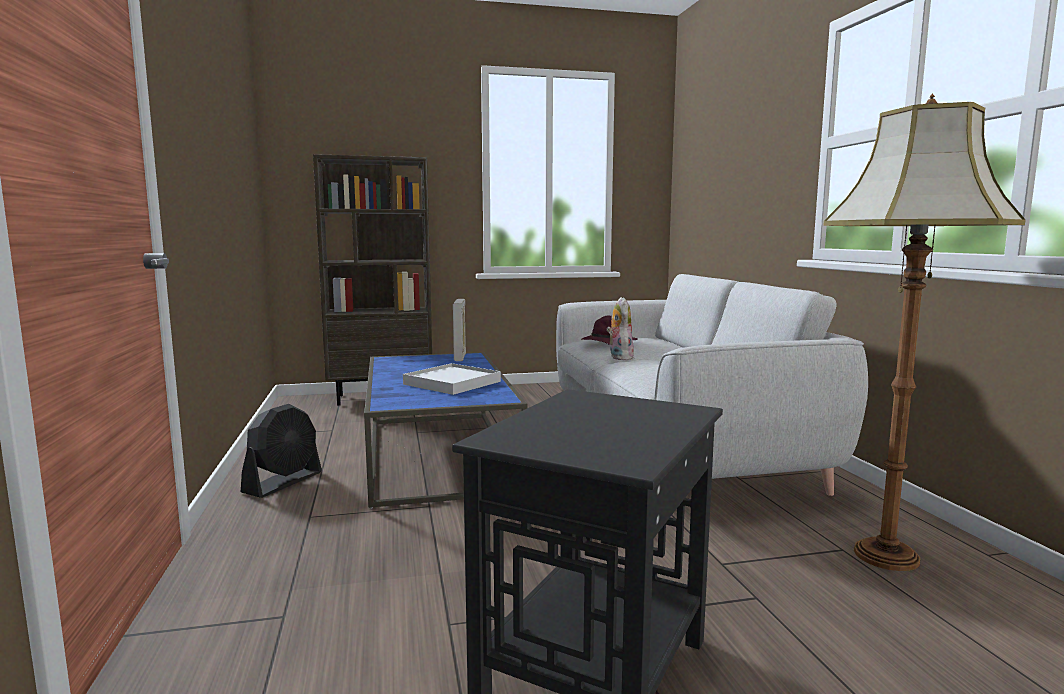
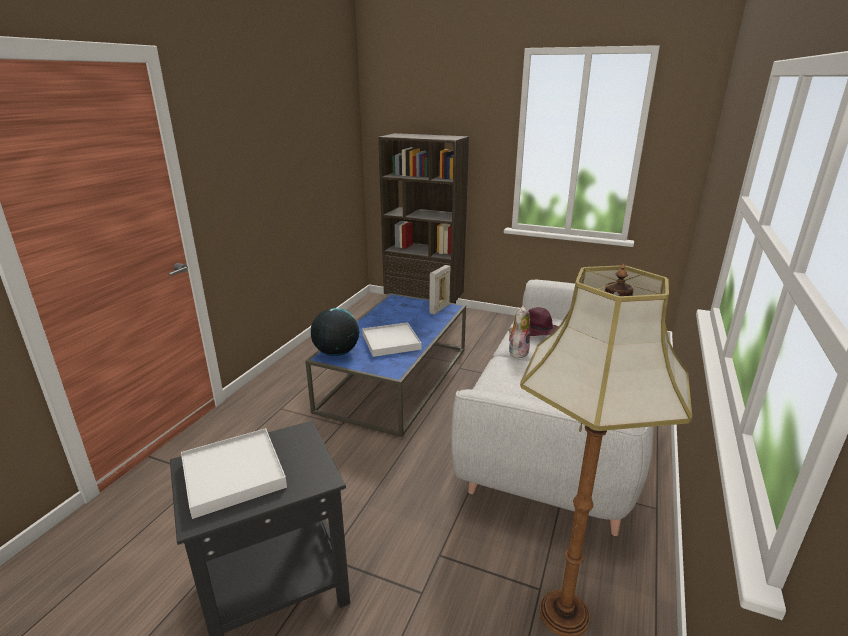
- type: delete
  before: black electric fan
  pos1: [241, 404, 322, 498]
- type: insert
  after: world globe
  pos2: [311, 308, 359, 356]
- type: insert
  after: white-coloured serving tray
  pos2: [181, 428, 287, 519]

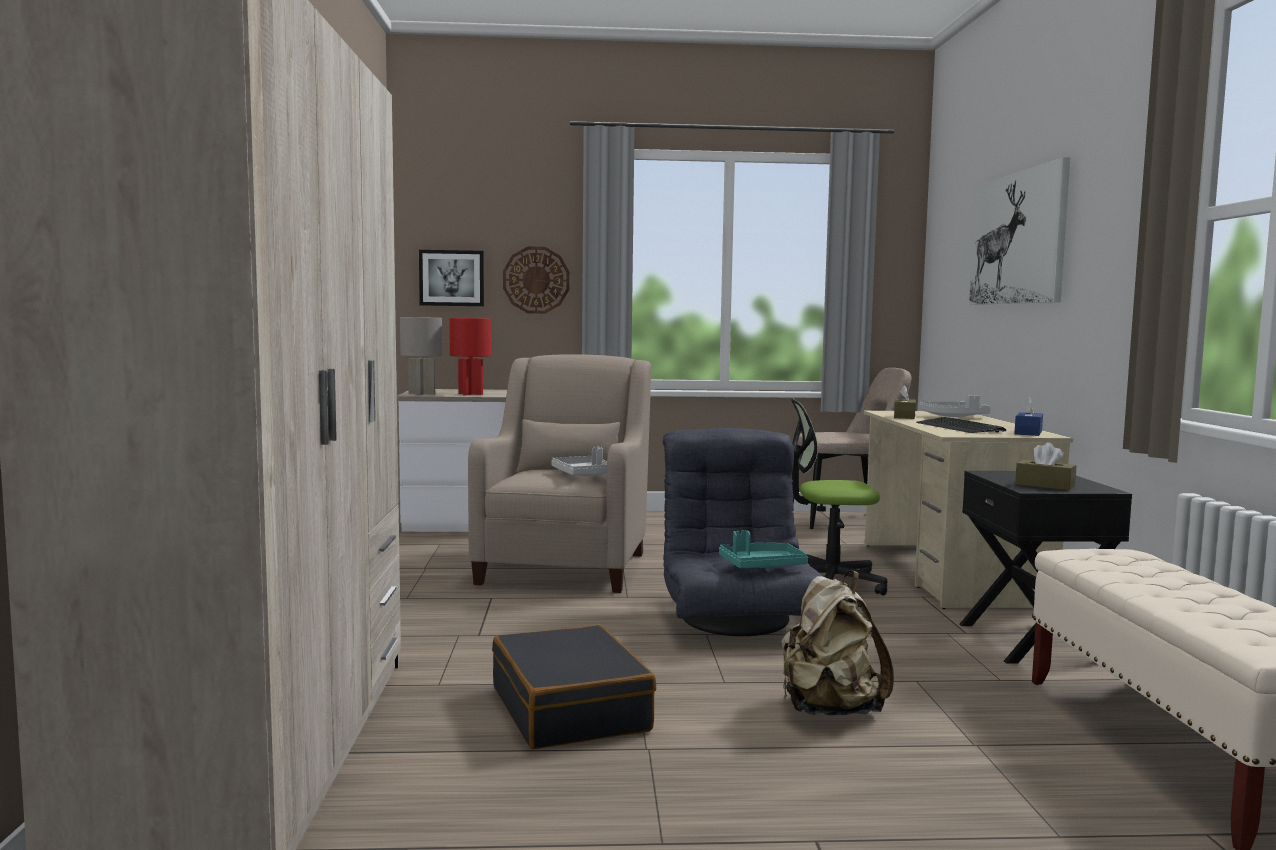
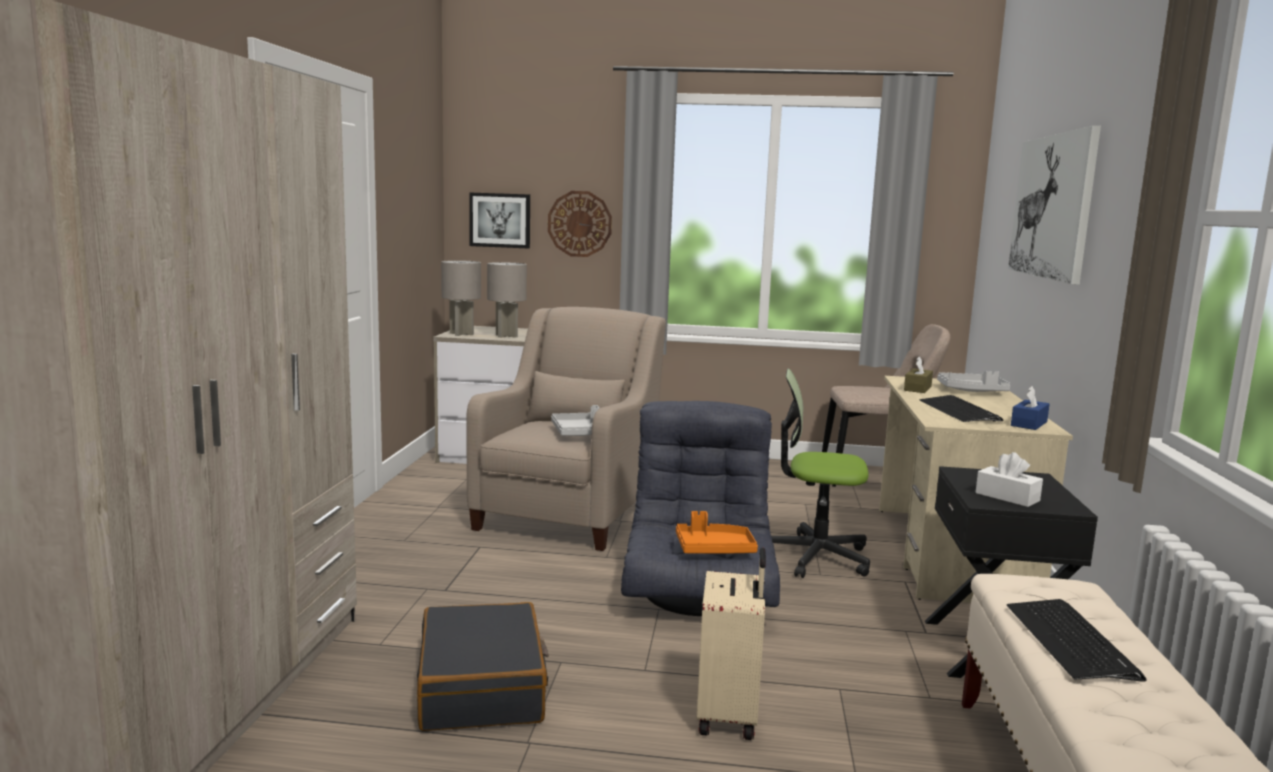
- type: recolor
  before: red lamp for a table
  after: grey lamp for a table
  pos1: [449, 318, 491, 395]
  pos2: [487, 262, 527, 338]
- type: recolor
  before: brownish tissue holder
  after: white-coloured tissue holder
  pos1: [1015, 442, 1076, 491]
  pos2: [975, 452, 1043, 507]
- type: recolor
  before: turquoise serving tray
  after: orangey serving tray
  pos1: [719, 530, 808, 568]
  pos2: [676, 511, 758, 554]
- type: replace
  before: beige rucksack
  after: beige travel case
  pos1: [781, 571, 894, 716]
  pos2: [697, 548, 766, 740]
- type: insert
  after: computer keyboard
  pos2: [1007, 599, 1147, 682]

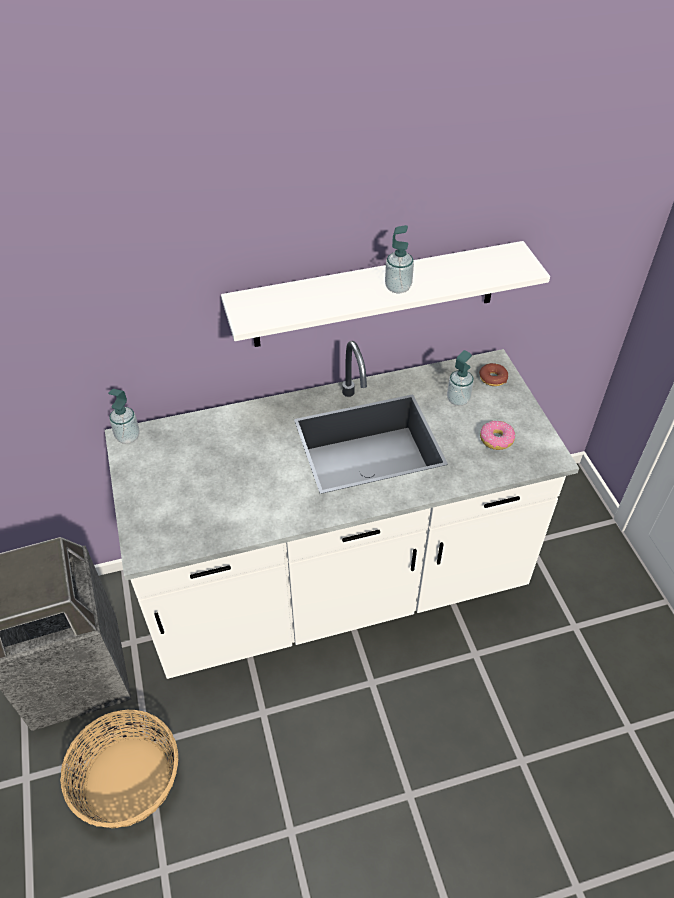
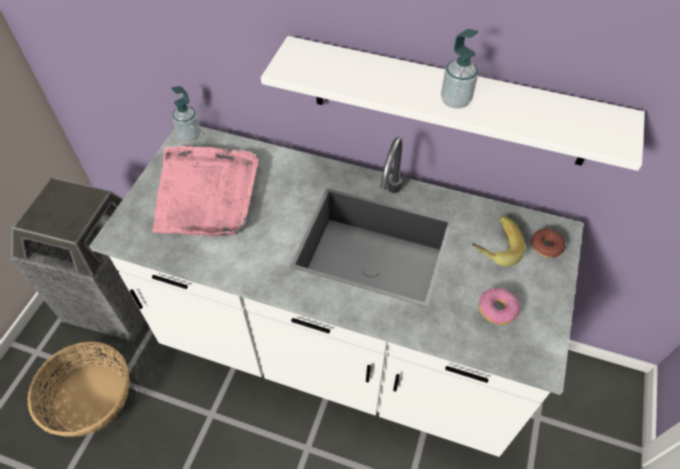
- type: replace
  before: liquid soap bottle
  after: banana
  pos1: [447, 350, 474, 406]
  pos2: [472, 216, 525, 267]
- type: insert
  after: pinkish serving tray
  pos2: [152, 146, 259, 236]

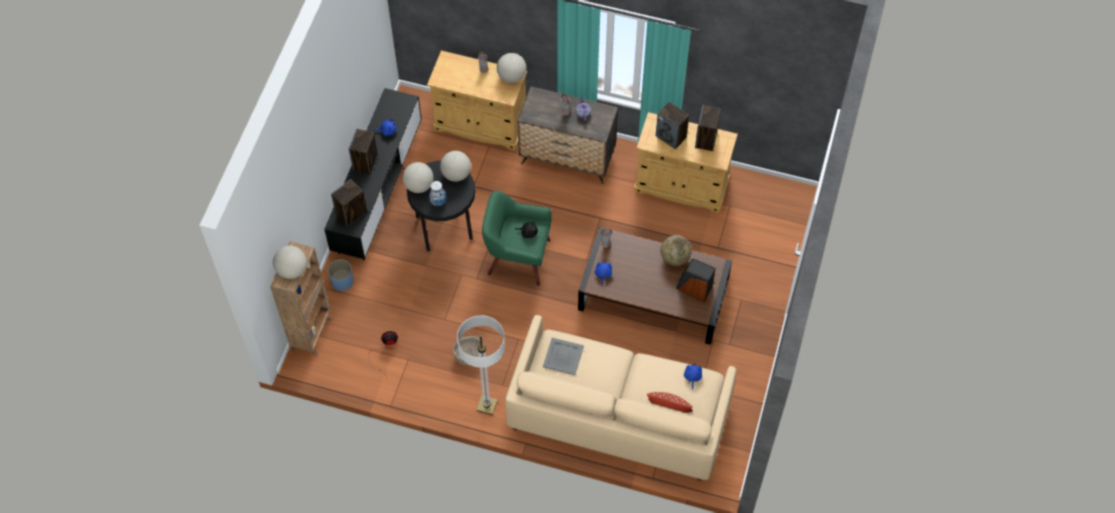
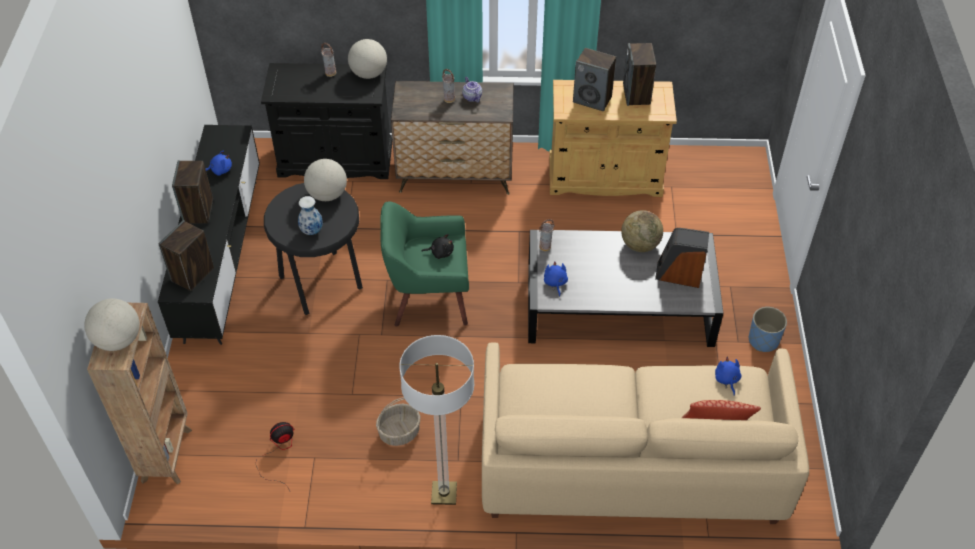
- type: recolor
  before: beige cupboard
  after: black cupboard
  pos1: [427, 50, 527, 151]
  pos2: [261, 63, 392, 179]
- type: delete
  before: world globe
  pos1: [402, 162, 434, 193]
- type: recolor
  before: brownish lounge table
  after: grey lounge table
  pos1: [578, 227, 732, 345]
  pos2: [528, 230, 724, 347]
- type: move
  before: blue flower pot
  pos1: [328, 259, 354, 291]
  pos2: [749, 307, 787, 352]
- type: delete
  before: grey serving tray
  pos1: [543, 338, 584, 375]

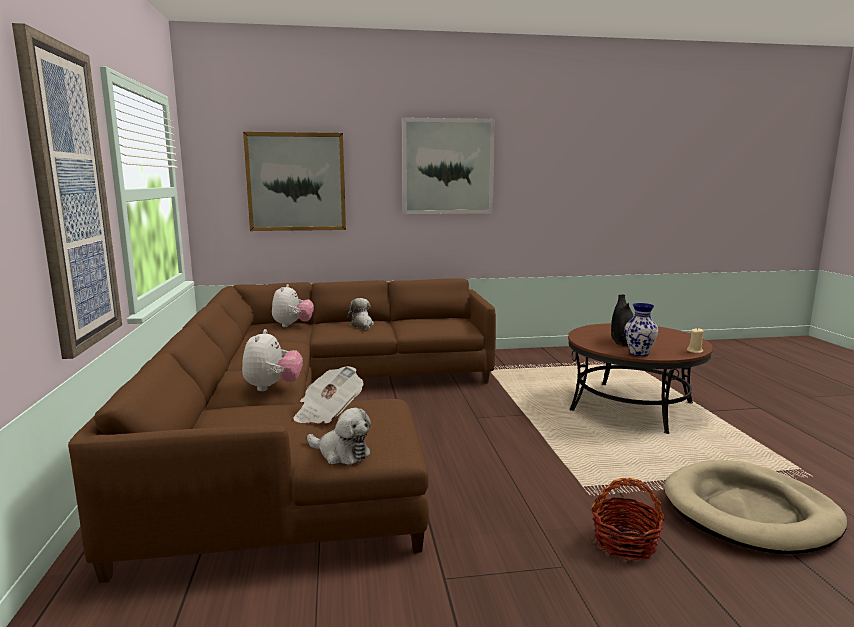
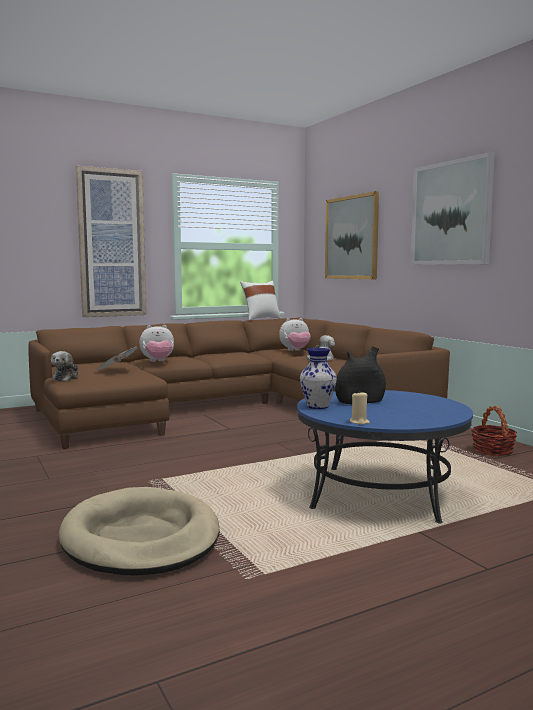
- type: recolor
  before: brownish lounge table
  after: blue lounge table
  pos1: [568, 323, 713, 434]
  pos2: [297, 390, 473, 523]
- type: move
  before: basket
  pos1: [591, 478, 665, 561]
  pos2: [471, 406, 517, 456]
- type: insert
  after: white-coloured throw pillow
  pos2: [240, 281, 281, 321]

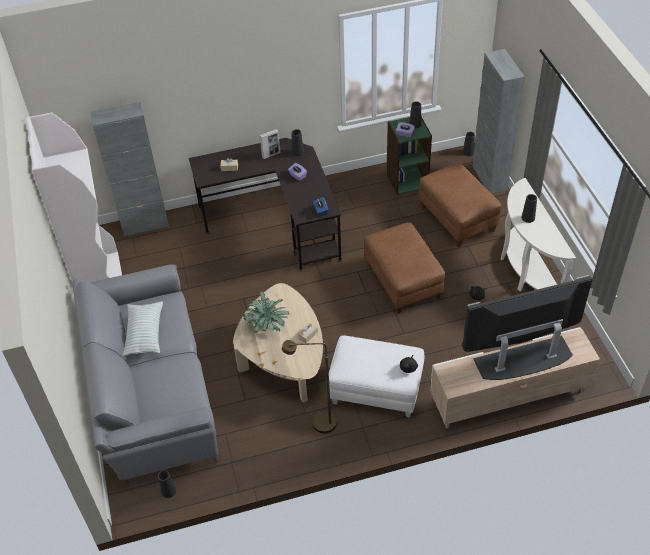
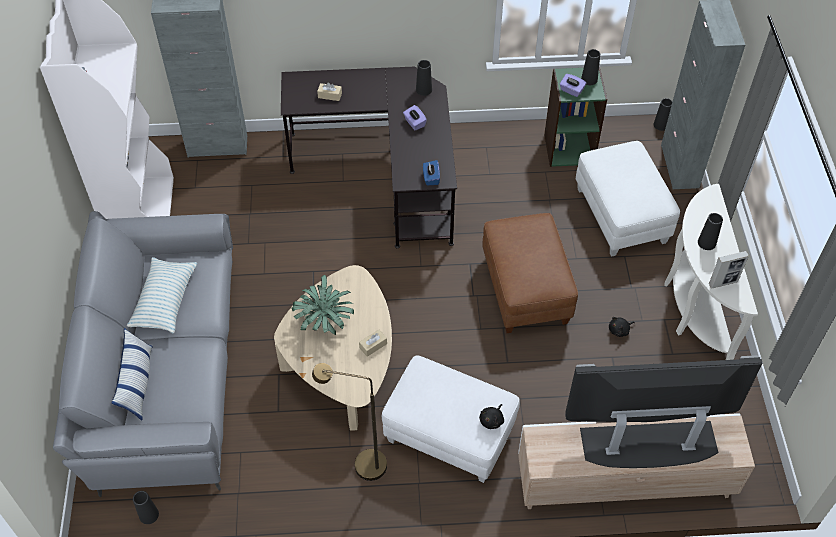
- type: move
  before: photo frame
  pos1: [260, 129, 280, 159]
  pos2: [709, 251, 749, 288]
- type: recolor
  before: brownish pouffe
  after: white-coloured pouffe
  pos1: [419, 163, 501, 248]
  pos2: [576, 141, 680, 257]
- type: insert
  after: throw pillow
  pos2: [111, 328, 153, 421]

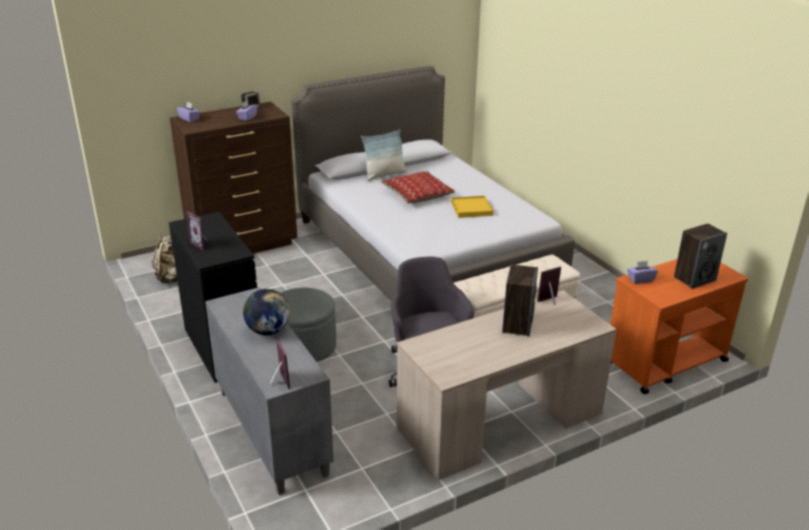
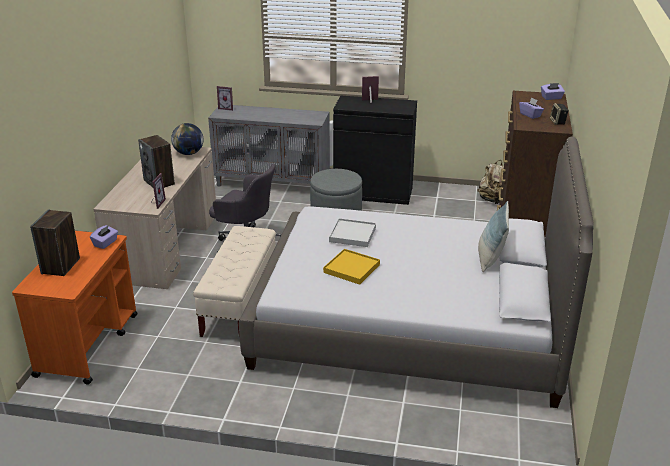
- type: delete
  before: throw pillow
  pos1: [381, 171, 455, 203]
- type: move
  before: world globe
  pos1: [243, 289, 290, 335]
  pos2: [171, 123, 204, 155]
- type: insert
  after: white-coloured serving tray
  pos2: [329, 218, 376, 247]

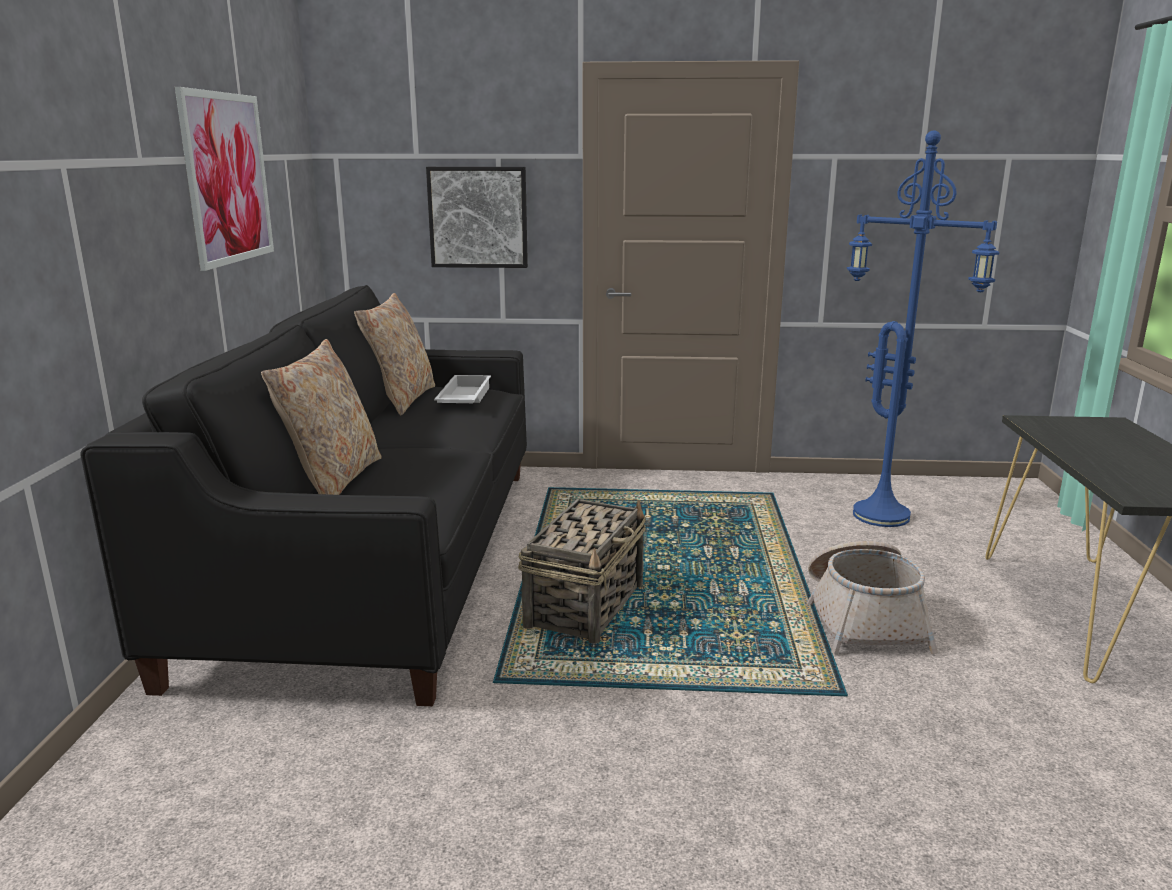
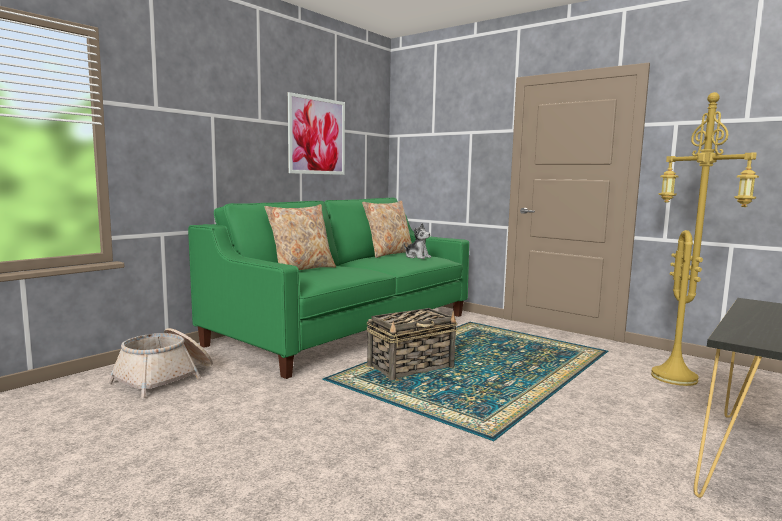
- type: recolor
  before: blue standard lamp
  after: yellowish standard lamp
  pos1: [847, 130, 999, 527]
  pos2: [651, 92, 759, 386]
- type: delete
  before: wall art
  pos1: [426, 167, 528, 268]
- type: recolor
  before: black sofa
  after: green-coloured sofa
  pos1: [81, 285, 527, 706]
  pos2: [188, 198, 469, 379]
- type: replace
  before: white-coloured serving tray
  after: soft toy
  pos1: [434, 375, 491, 403]
  pos2: [403, 223, 431, 259]
- type: move
  before: basket
  pos1: [807, 541, 938, 655]
  pos2: [108, 328, 213, 398]

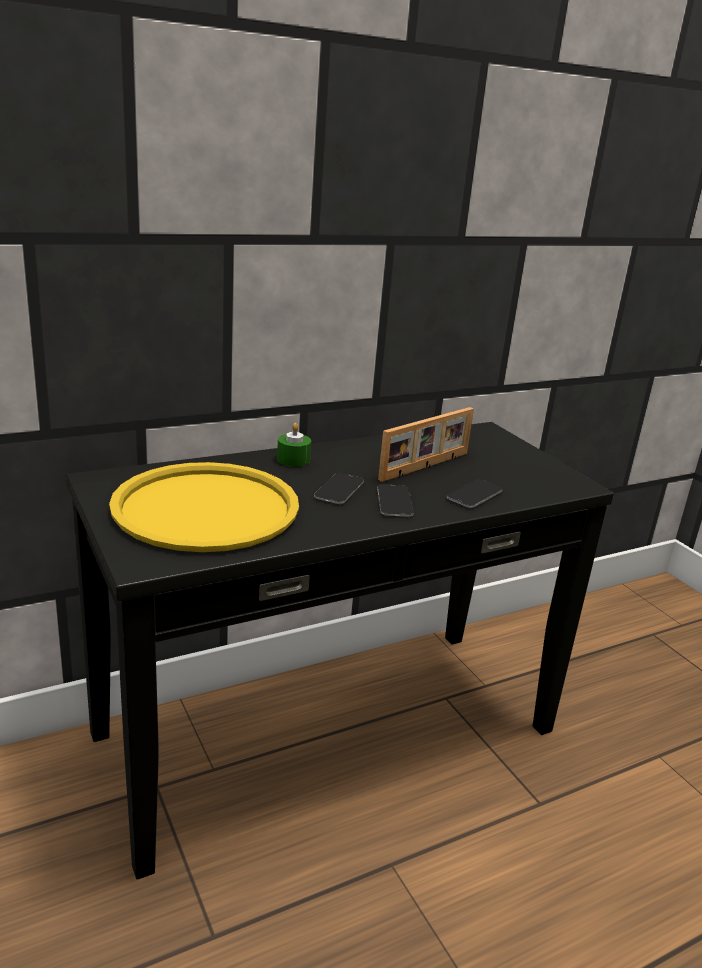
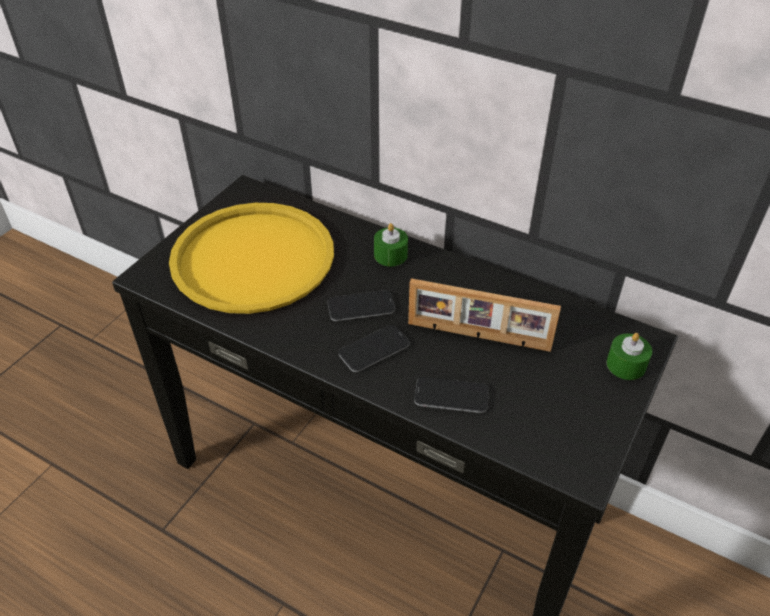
- type: insert
  after: green-coloured candle
  pos2: [607, 333, 652, 380]

